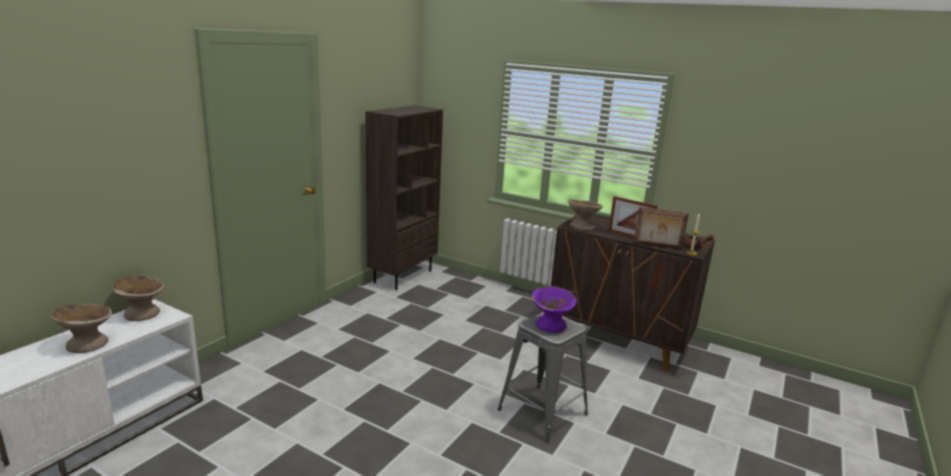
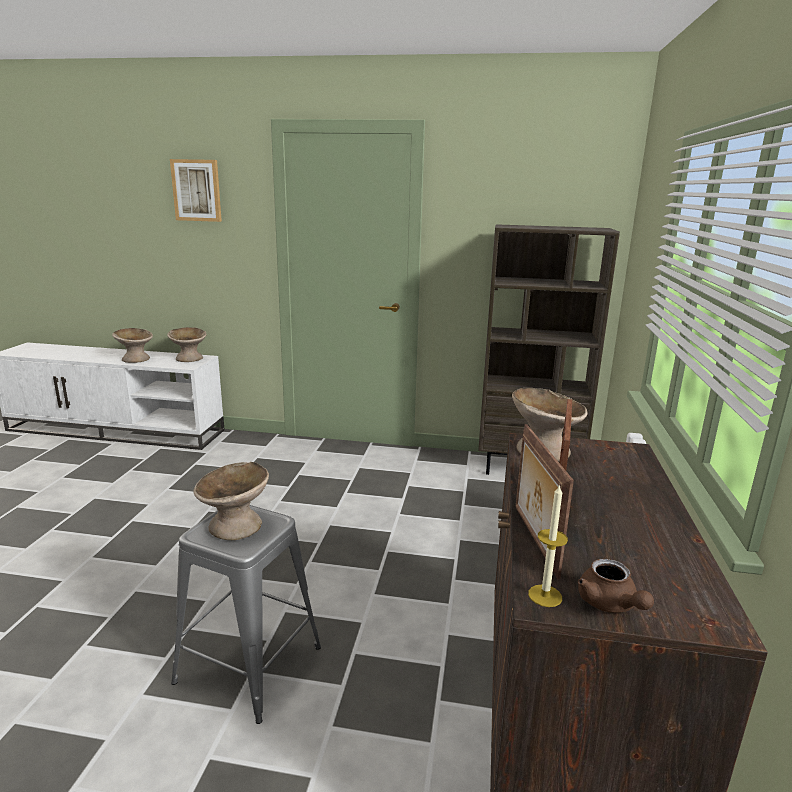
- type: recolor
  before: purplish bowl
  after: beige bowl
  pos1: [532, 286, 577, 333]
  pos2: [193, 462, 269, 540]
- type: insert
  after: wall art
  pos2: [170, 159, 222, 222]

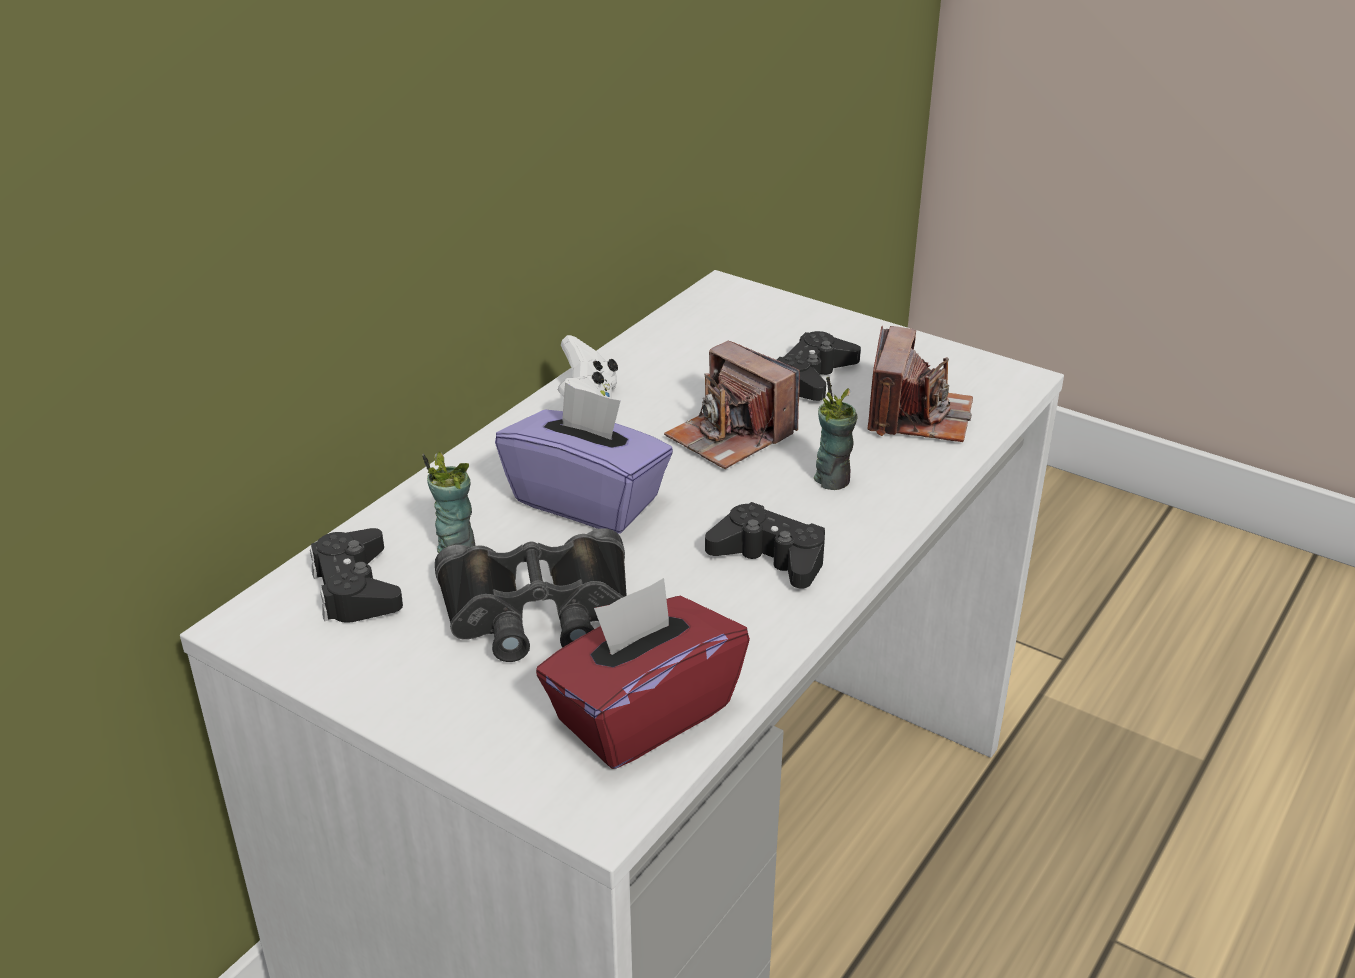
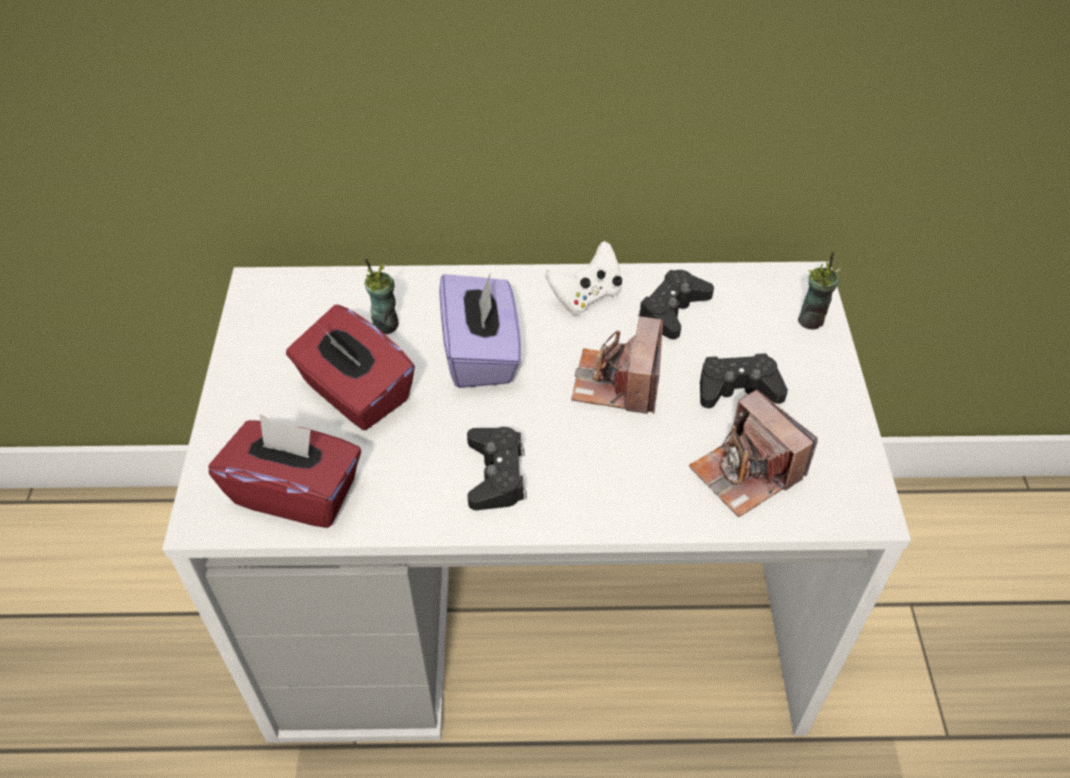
- type: rotate
  before: still camera
  pos1: [867, 326, 973, 442]
  pos2: [689, 390, 818, 517]
  turn: 75
- type: move
  before: cup
  pos1: [814, 377, 857, 490]
  pos2: [798, 252, 841, 330]
- type: move
  before: black game controller
  pos1: [310, 528, 403, 623]
  pos2: [638, 270, 714, 339]
- type: replace
  before: black binoculars
  after: red tissue holder
  pos1: [435, 528, 627, 662]
  pos2: [286, 305, 415, 430]

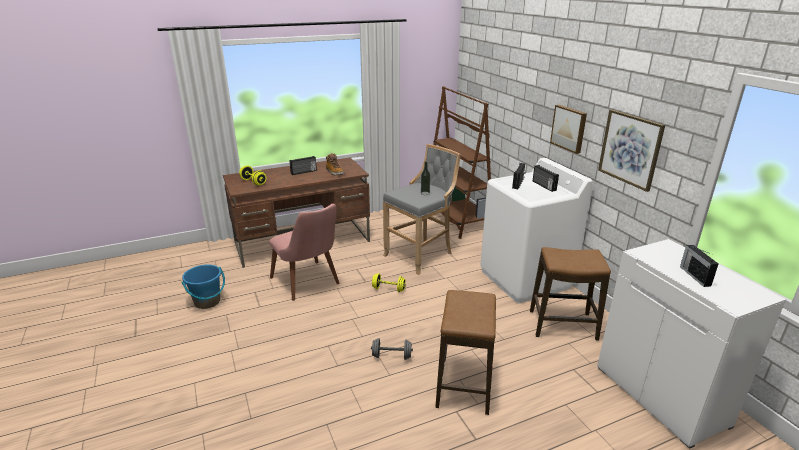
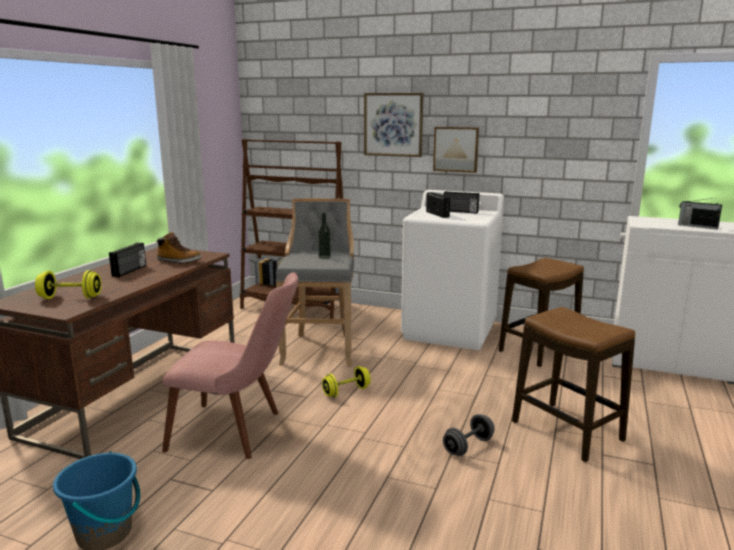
- type: move
  before: wall art
  pos1: [598, 109, 665, 192]
  pos2: [364, 93, 424, 157]

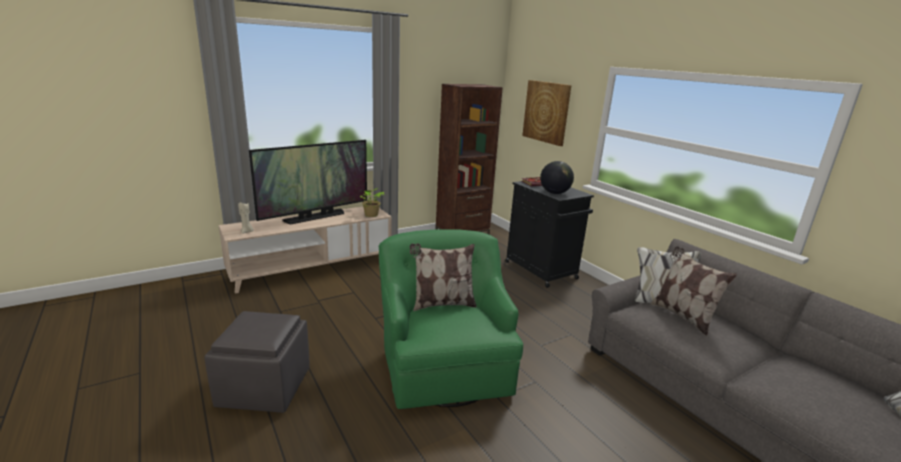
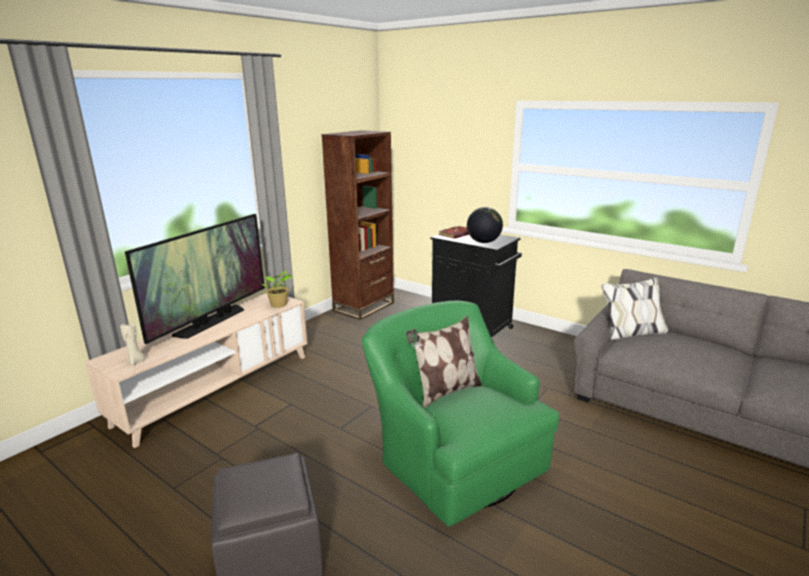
- type: delete
  before: wall art
  pos1: [522, 80, 571, 146]
- type: delete
  before: throw pillow
  pos1: [650, 246, 737, 336]

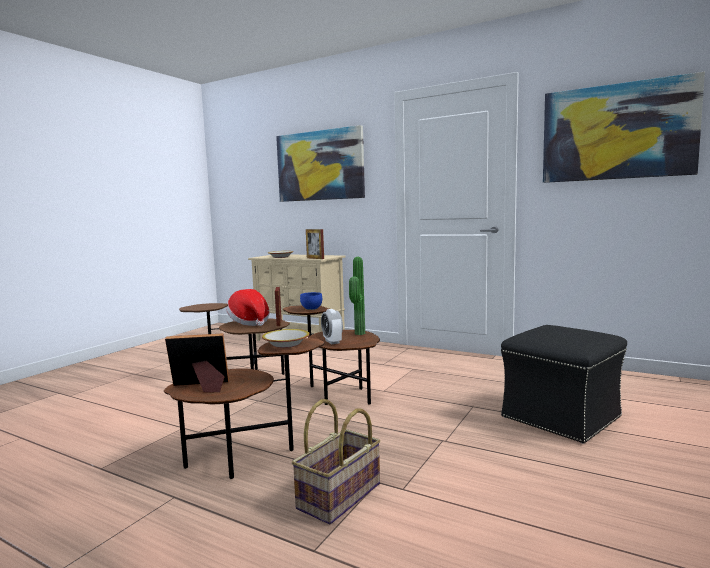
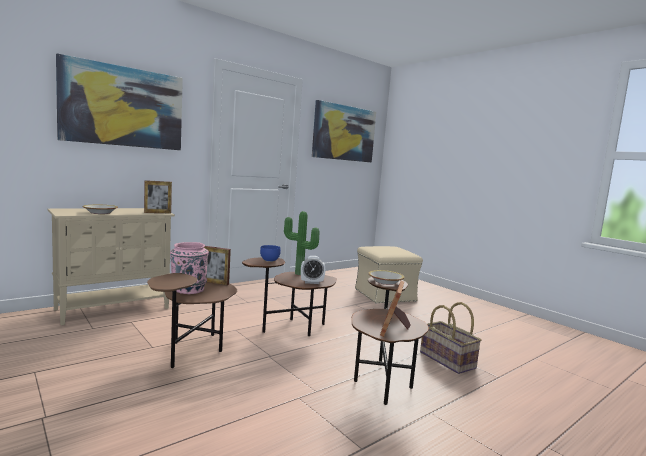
- type: replace
  before: clothing hat
  after: pinkish decorative vase
  pos1: [226, 289, 269, 326]
  pos2: [170, 242, 209, 294]
- type: recolor
  before: black pouffe
  after: beige pouffe
  pos1: [501, 325, 627, 444]
  pos2: [355, 246, 423, 304]

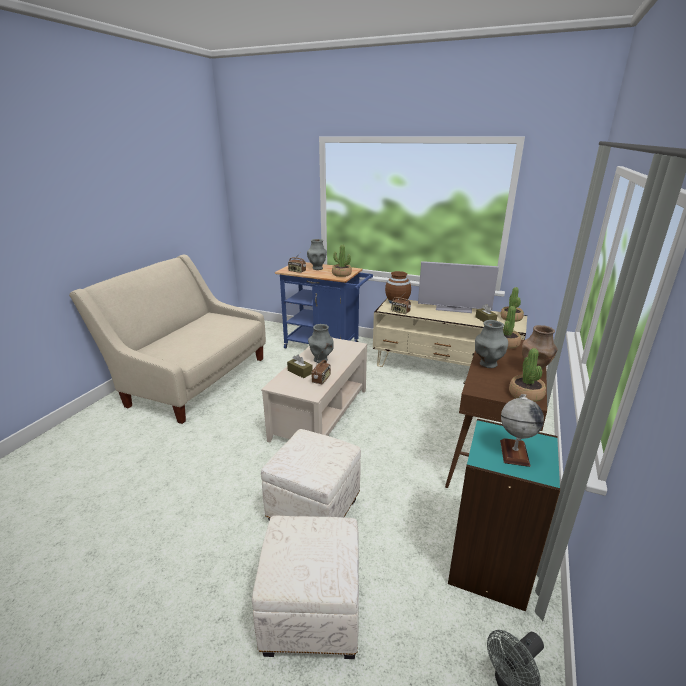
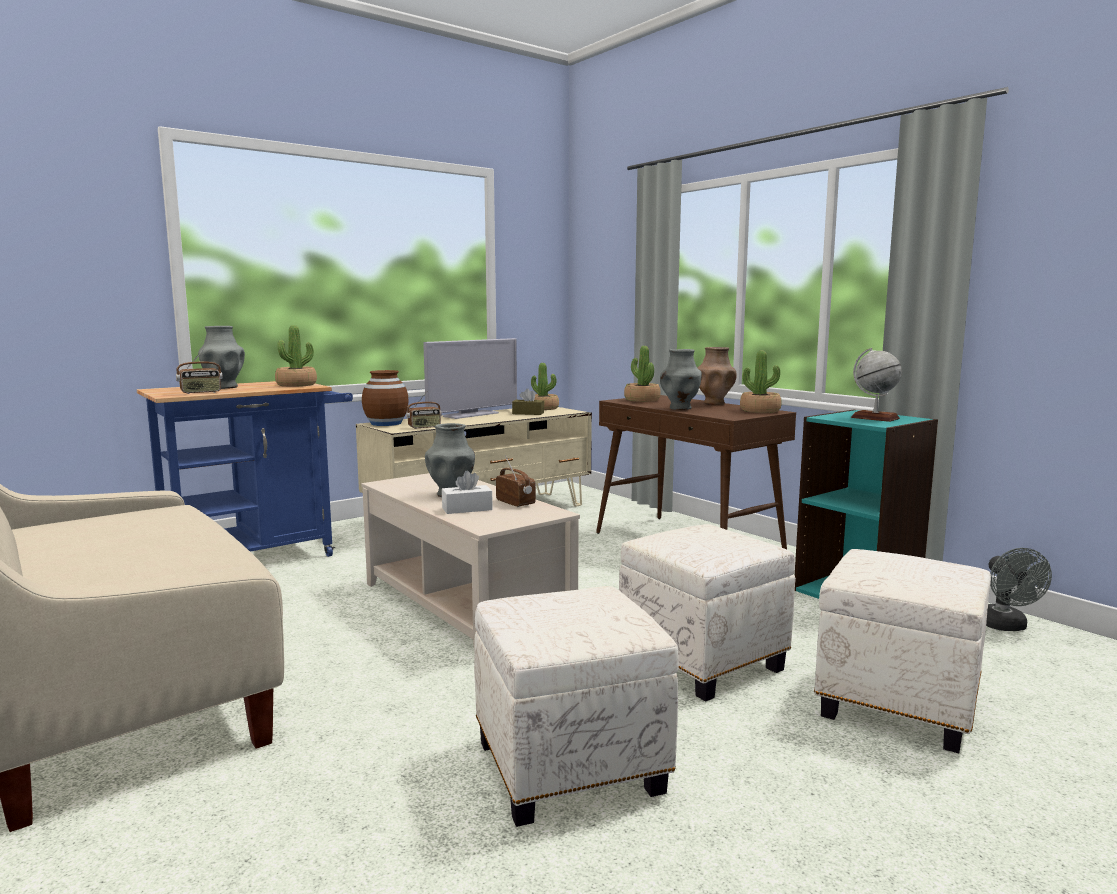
- type: recolor
  before: brownish tissue holder
  after: white-coloured tissue holder
  pos1: [287, 354, 313, 378]
  pos2: [442, 471, 493, 514]
- type: insert
  after: white-coloured pouffe
  pos2: [474, 586, 679, 827]

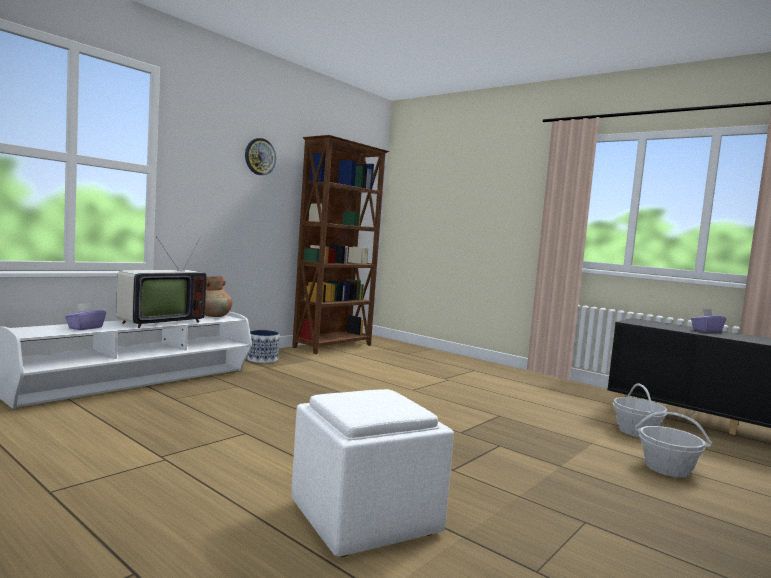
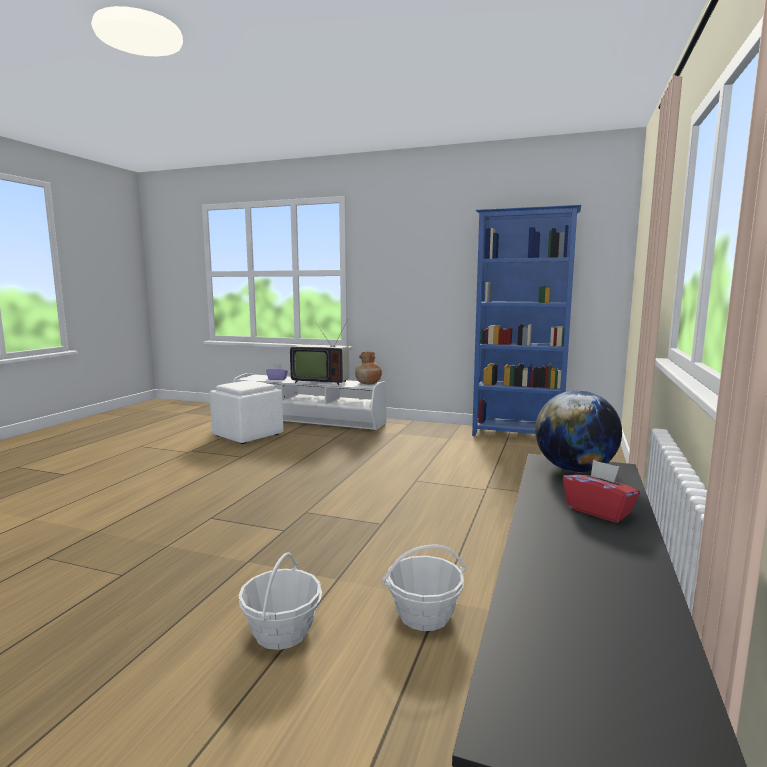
- type: recolor
  before: brownish bookshelf
  after: blue bookshelf
  pos1: [292, 135, 389, 354]
  pos2: [472, 205, 581, 436]
- type: delete
  before: hanging clock
  pos1: [245, 138, 276, 175]
- type: recolor
  before: purplish tissue holder
  after: red tissue holder
  pos1: [691, 308, 726, 332]
  pos2: [563, 460, 640, 523]
- type: delete
  before: flower pot
  pos1: [247, 330, 280, 363]
- type: move
  before: white-coloured pouffe
  pos1: [291, 389, 454, 557]
  pos2: [210, 380, 284, 444]
- type: insert
  after: world globe
  pos2: [535, 390, 622, 472]

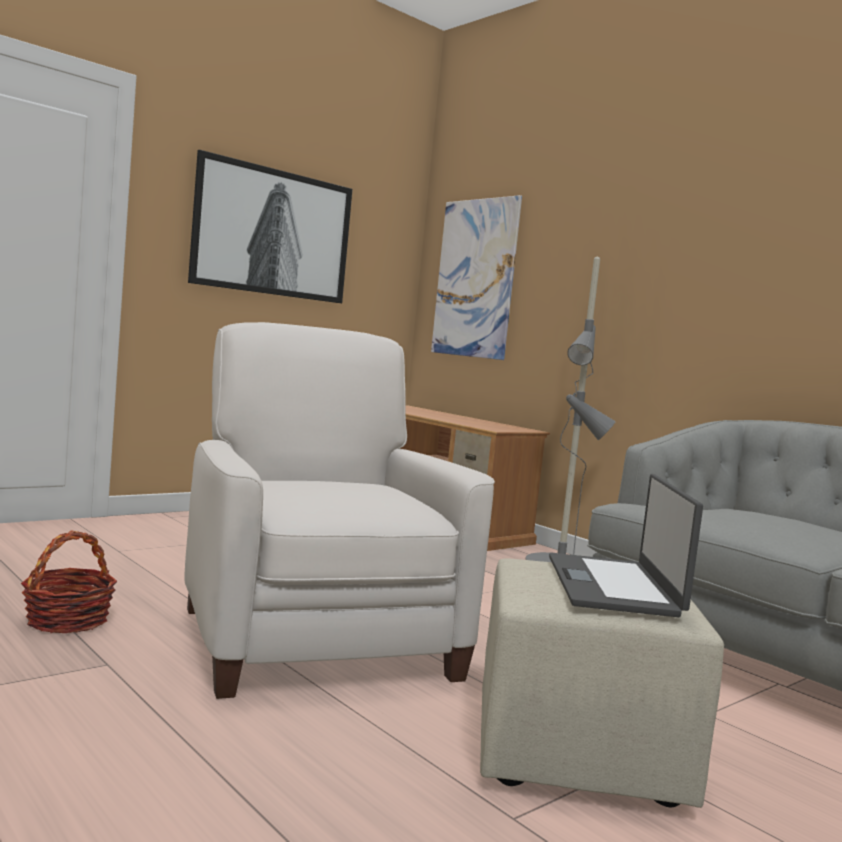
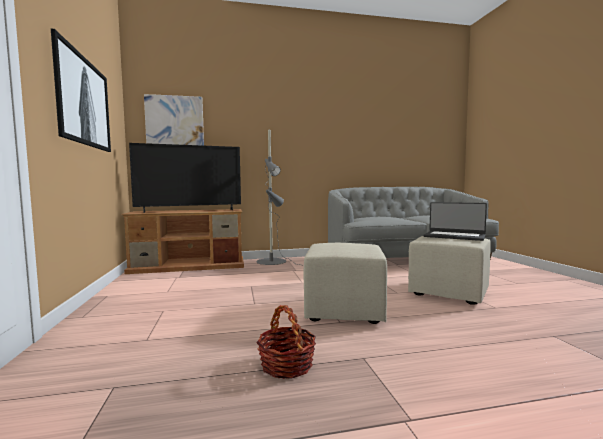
- type: replace
  before: white-coloured easy chair
  after: beige pouffe
  pos1: [184, 322, 495, 699]
  pos2: [304, 243, 387, 324]
- type: insert
  after: television
  pos2: [129, 143, 241, 213]

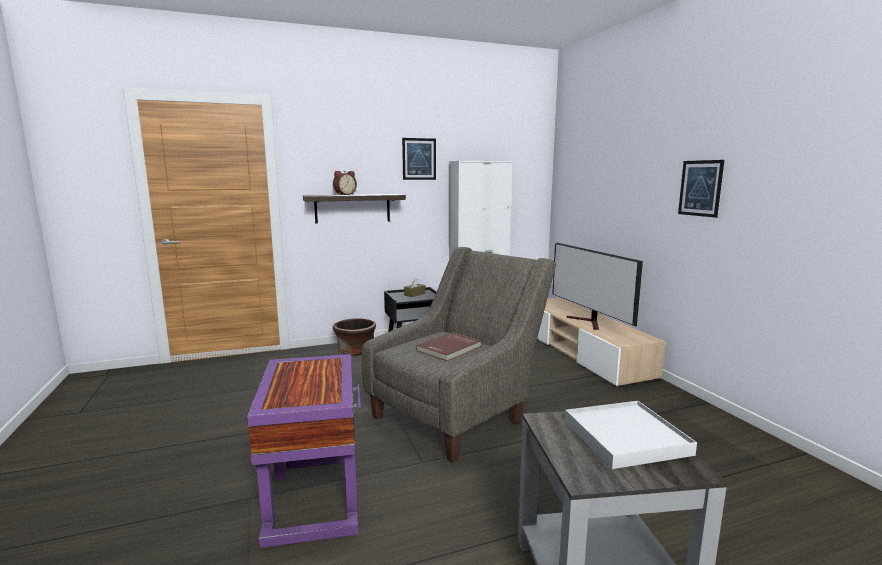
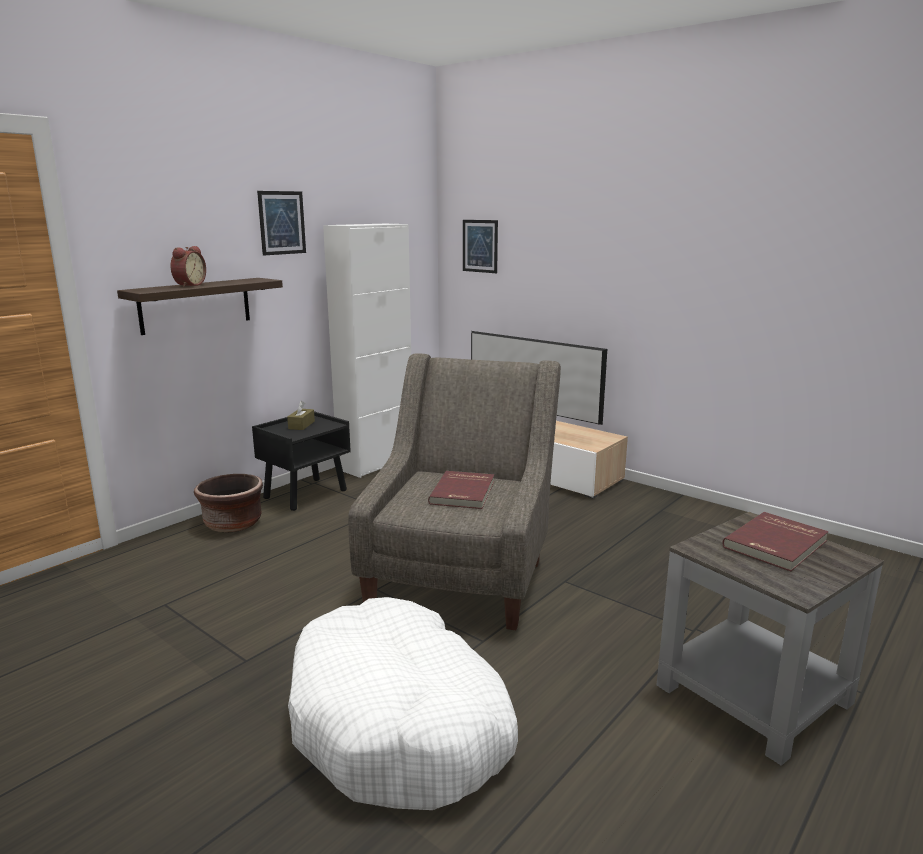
- type: move
  before: wall art
  pos1: [678, 160, 724, 218]
  pos2: [463, 220, 498, 273]
- type: replace
  before: purplish side table
  after: white-coloured dog bed
  pos1: [247, 354, 361, 548]
  pos2: [288, 597, 518, 810]
- type: replace
  before: white-coloured serving tray
  after: red volume
  pos1: [565, 401, 697, 469]
  pos2: [722, 512, 829, 571]

